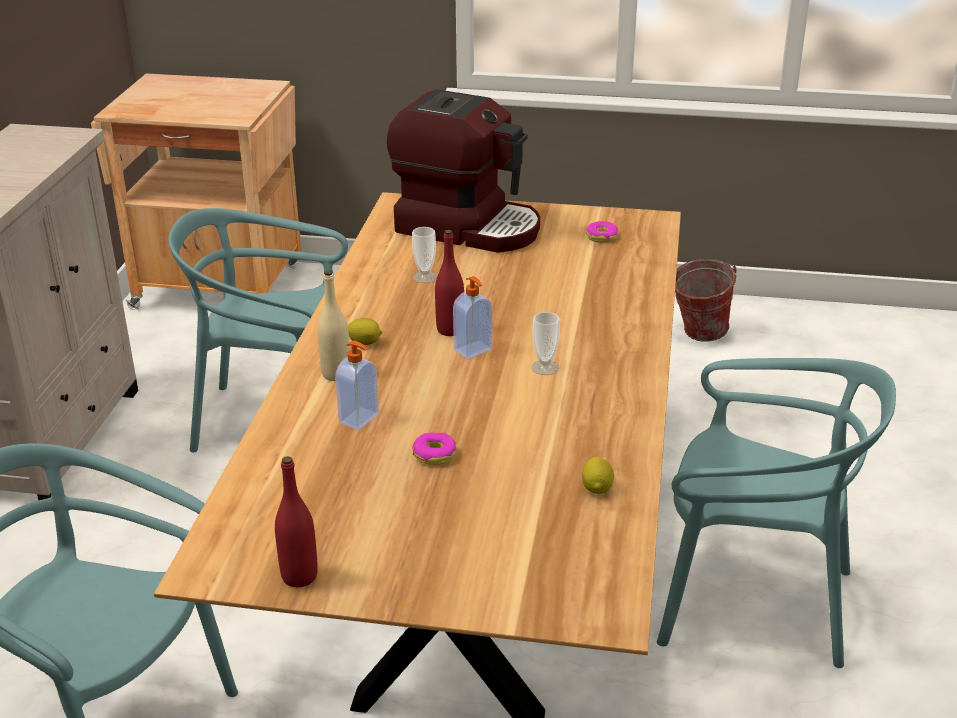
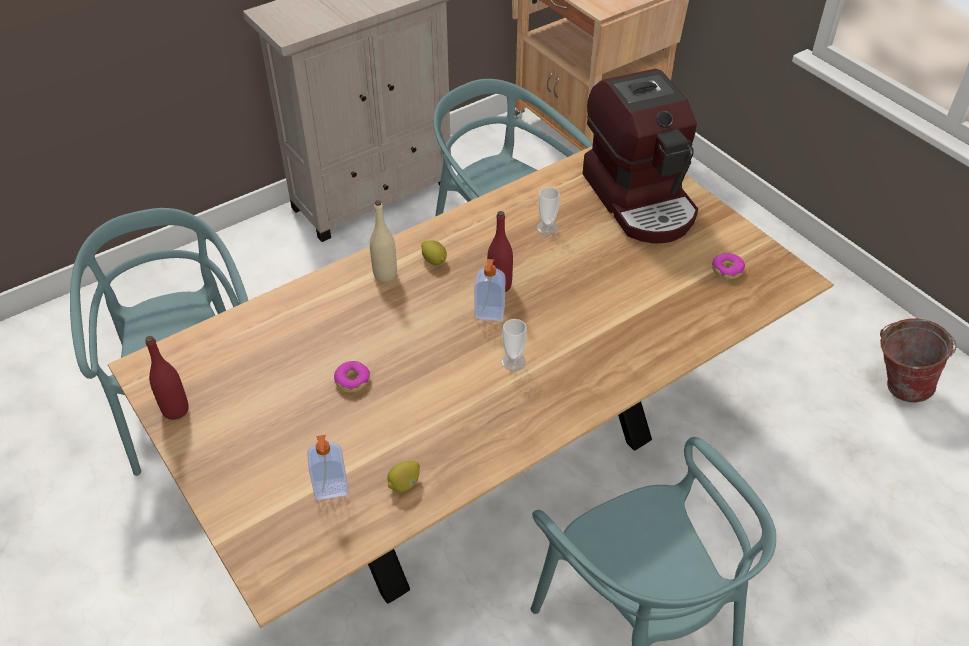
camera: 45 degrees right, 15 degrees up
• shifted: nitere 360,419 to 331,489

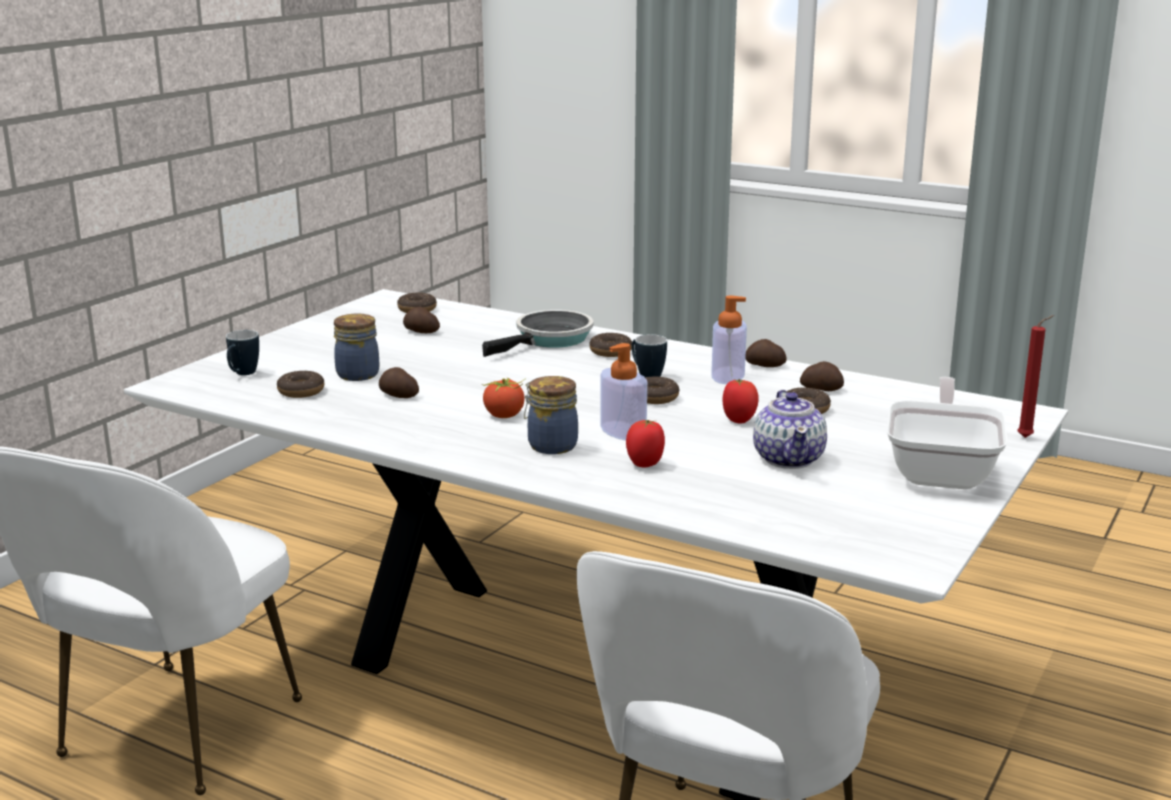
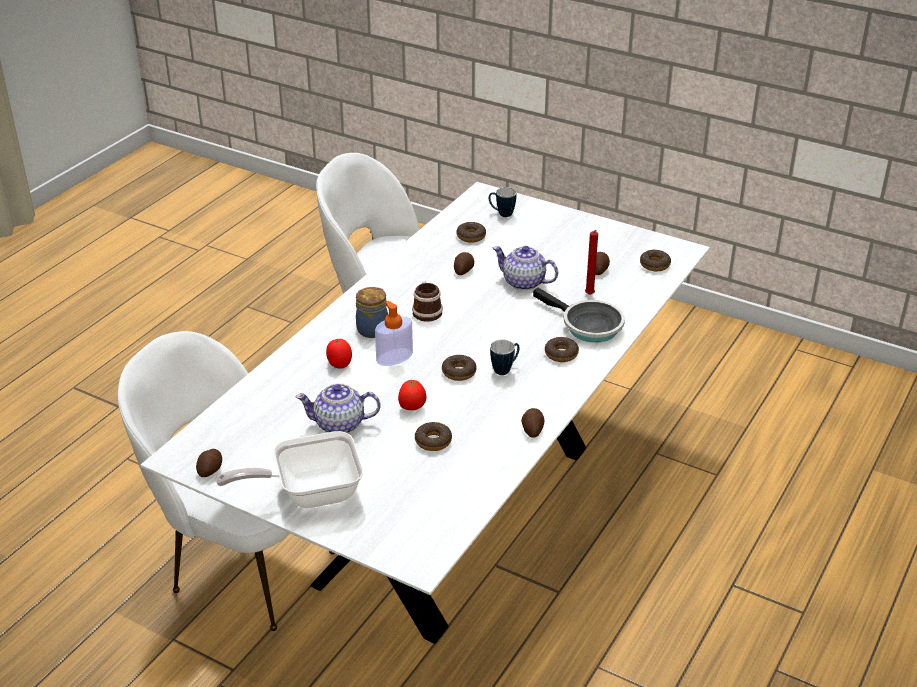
camera: 90 degrees right, 15 degrees up
• gone: nitere 727,376
• gone: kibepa 358,374
• shifted: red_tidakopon 1027,437 to 589,295
• shifted: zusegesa 821,389 to 211,470
• swapped: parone 504,415 to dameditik 426,311
• rotated: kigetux 942,471 = 309,493 150 degrees clockwise
• new: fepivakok 524,283

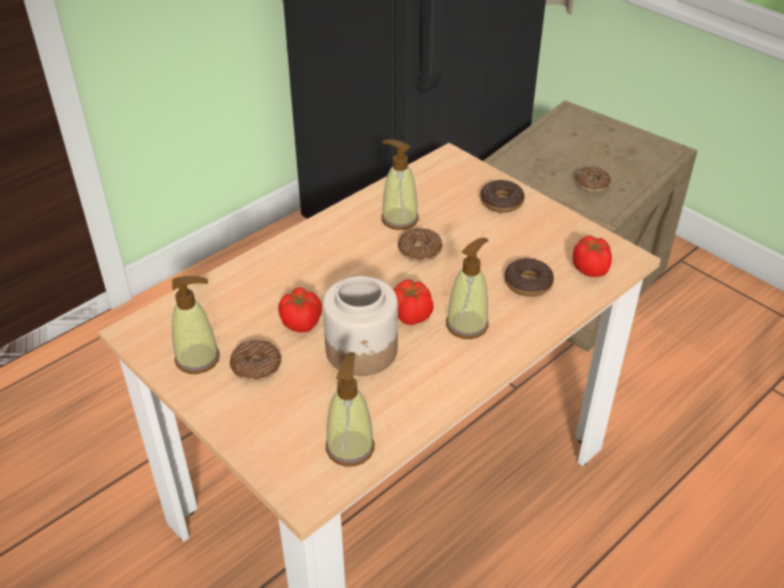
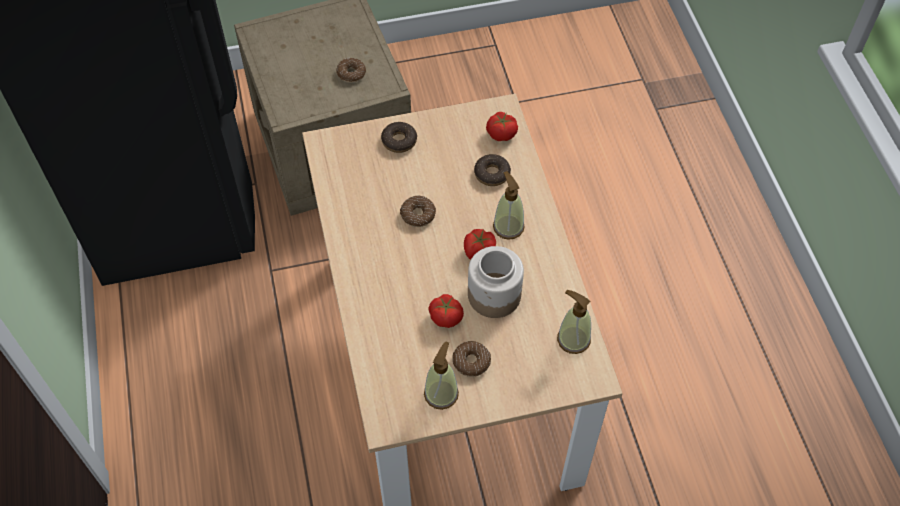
camera: 60 degrees left, 15 degrees up
• gone: nitere 399,219

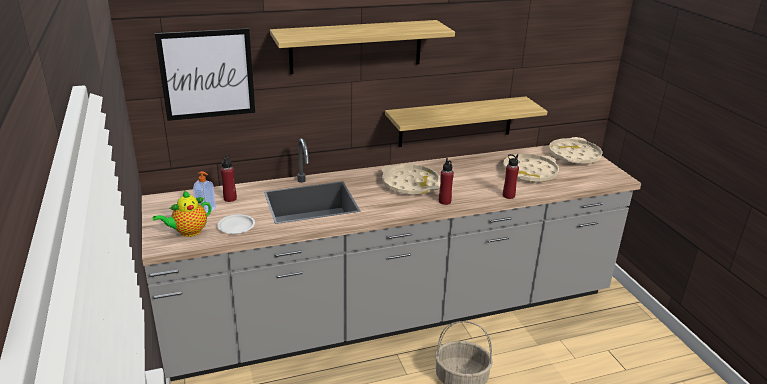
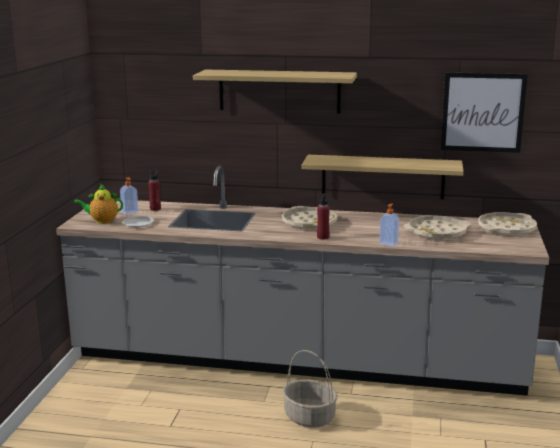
camera: 30 degrees right, 10 degrees down
• shifted: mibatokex 207,74 to 482,112
• swapped: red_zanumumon 508,196 to nitere 389,243

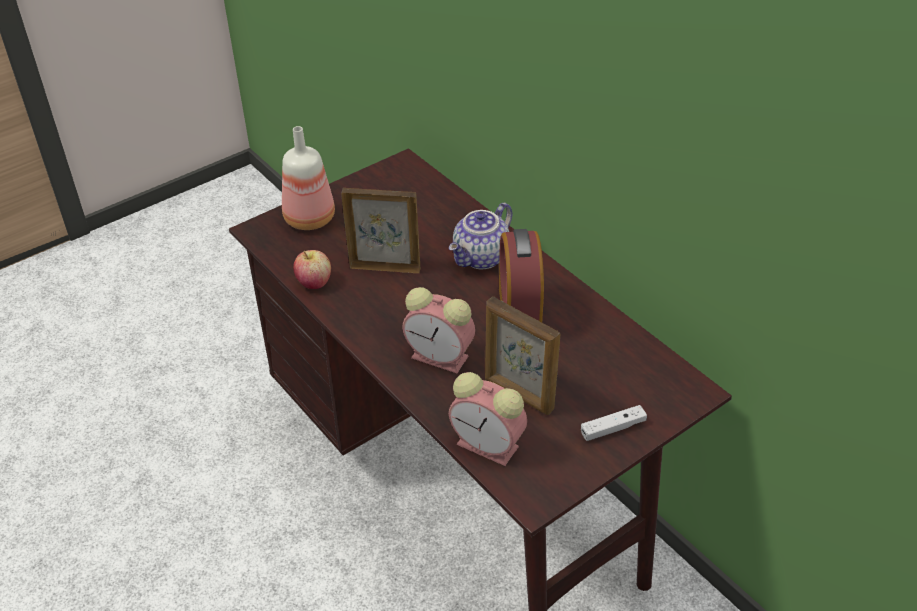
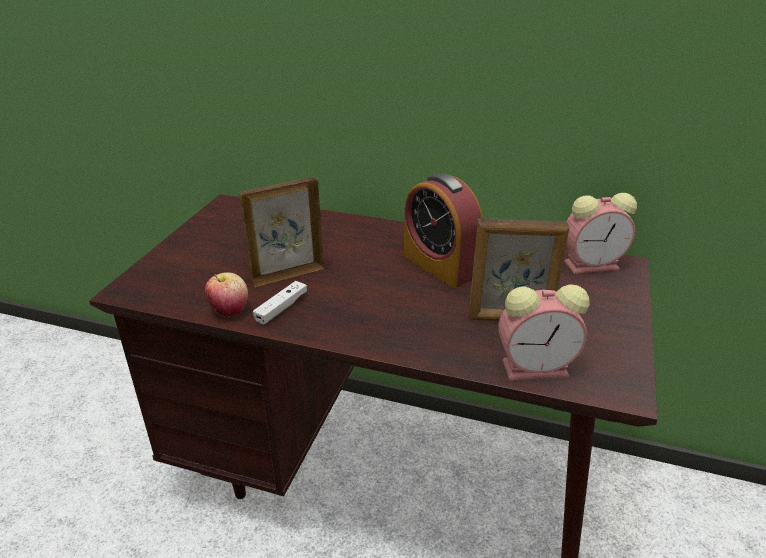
camera: 35 degrees left, 10 degrees down
• gone: zanumumon 311,219
• gone: fepivakok 482,258
• shifted: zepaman 442,357 to 593,264
• shifted: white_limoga 613,428 to 281,308

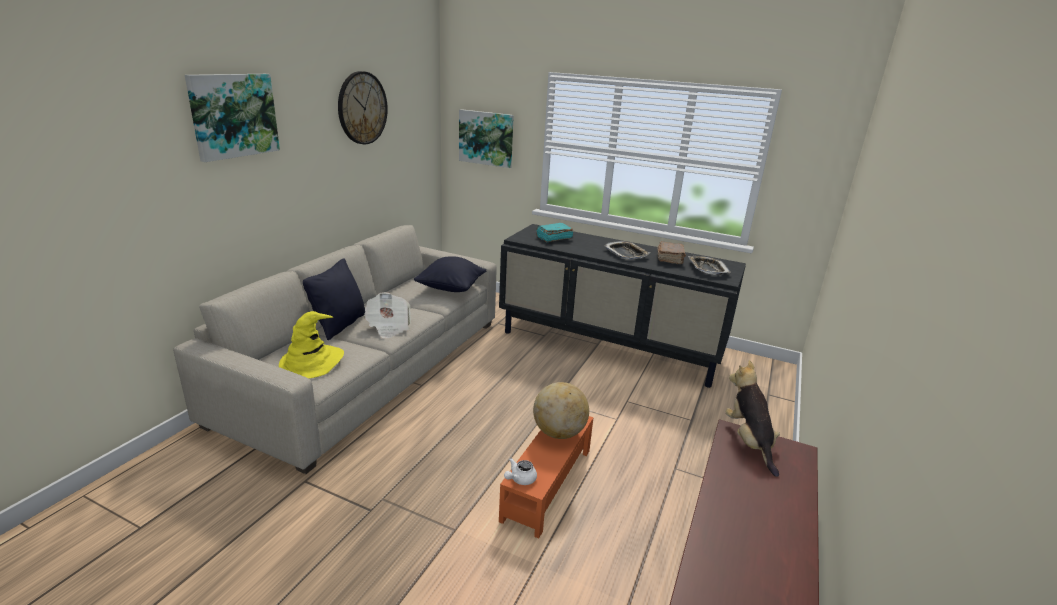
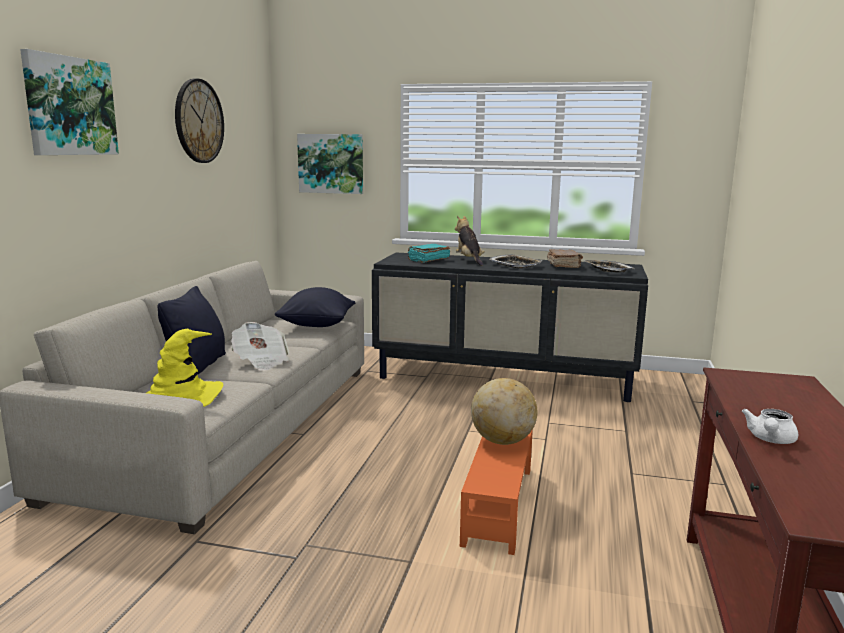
camera: 10 degrees left, 10 degrees down
• shifted: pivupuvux 749,441 to 469,260
• shifted: white_fepivakok 520,479 to 770,440

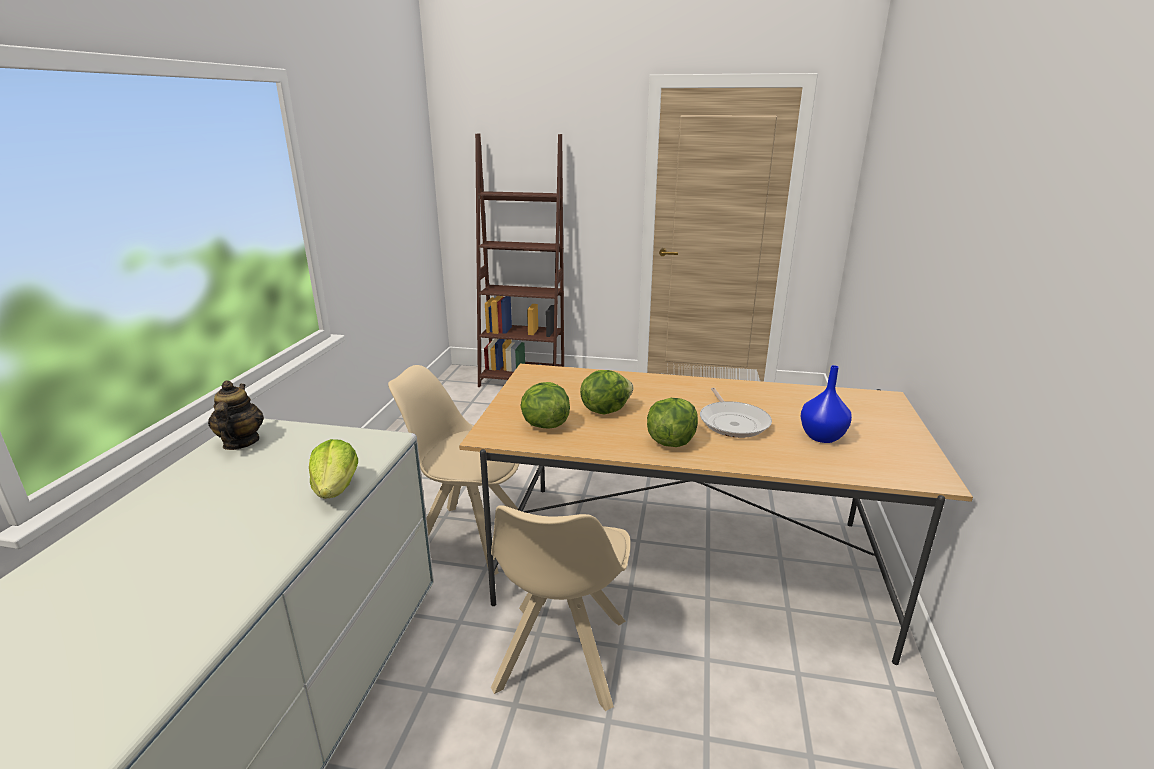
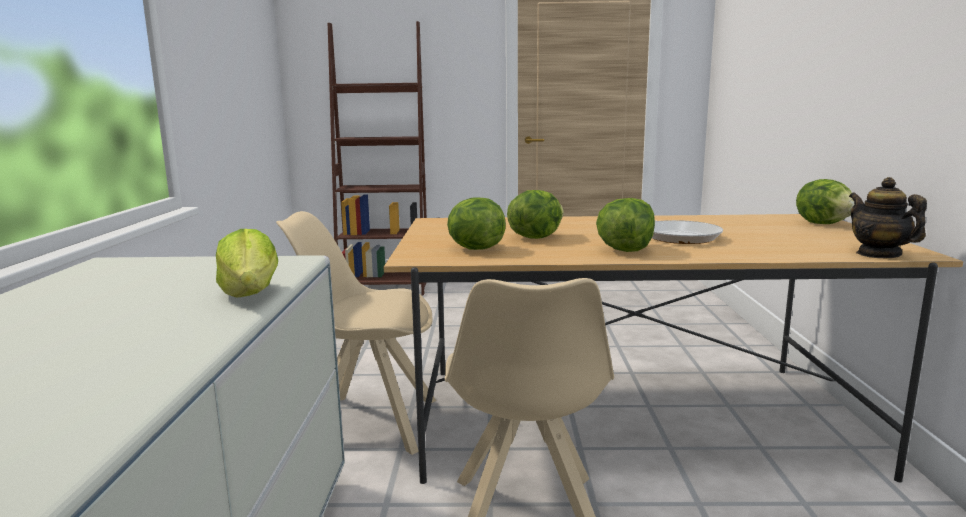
camera: 10 degrees left, 10 degrees down
• gone: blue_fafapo 821,436
• shifted: fepivakok 240,442 to 878,254
• new: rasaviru 824,224

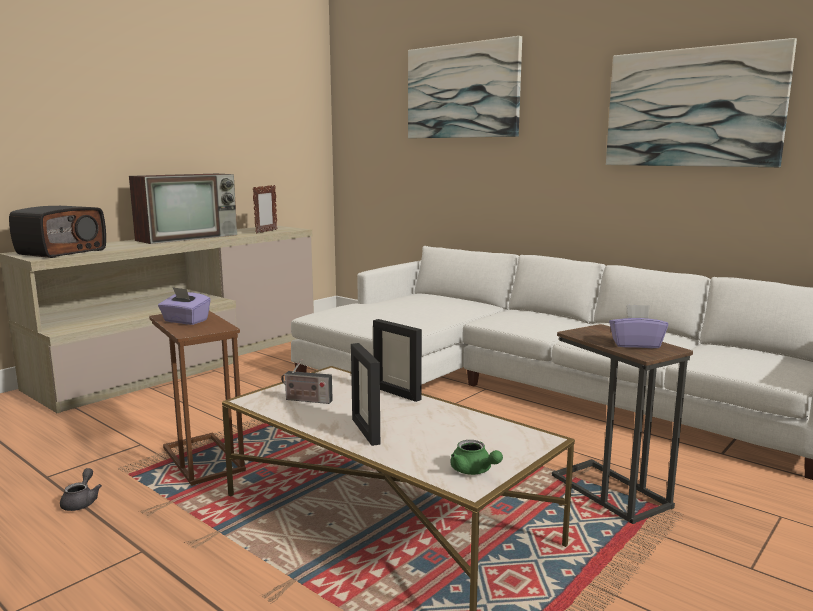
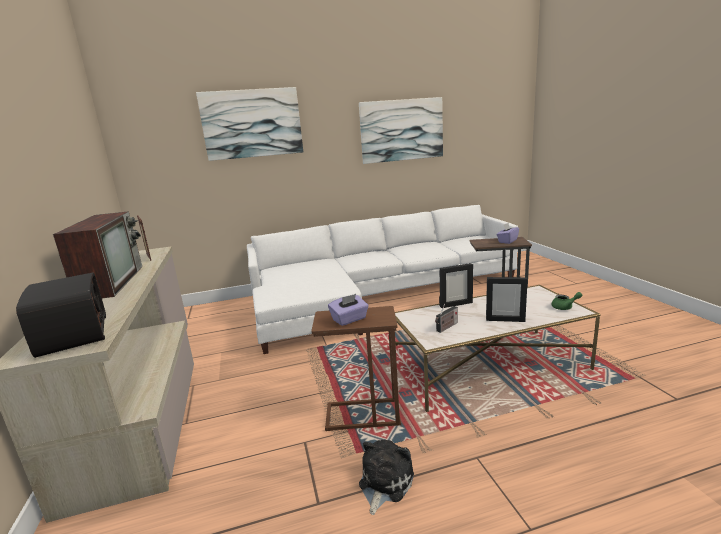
camera: 55 degrees left, 5 degrees up
• swapped: grey_fepivakok 81,502 to pivupuvux 384,483

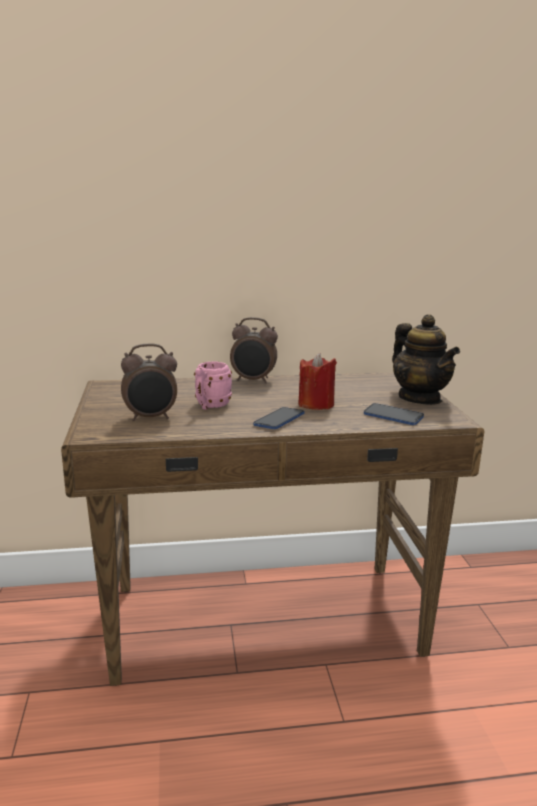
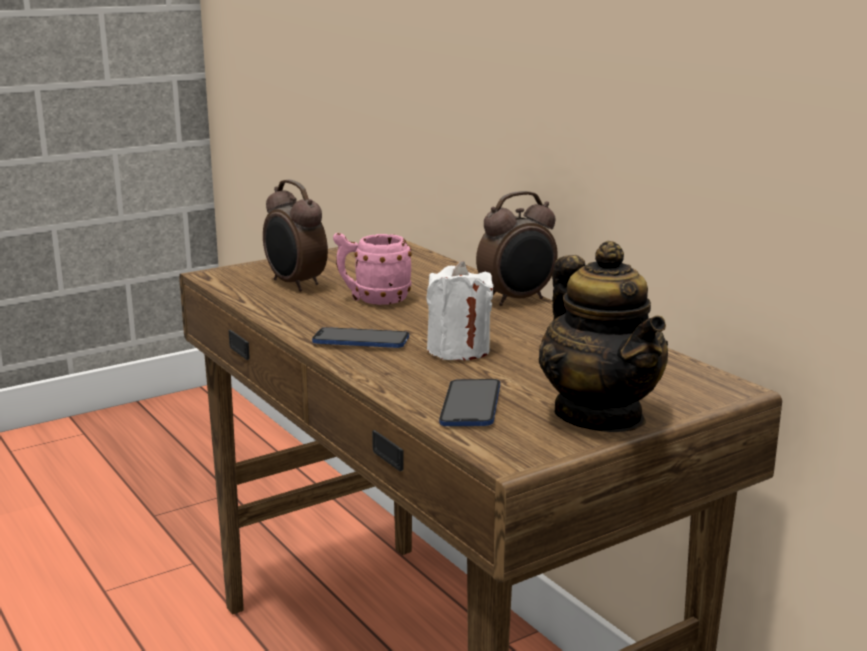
camera: 65 degrees right, 0 degrees up
• rotated: fepivakok 420,398 = 600,415 60 degrees counterclockwise
• rotated: zepaman 253,380 = 517,300 105 degrees counterclockwise
• repainted: red_tidakopon 316,404 to white_tidakopon 458,350

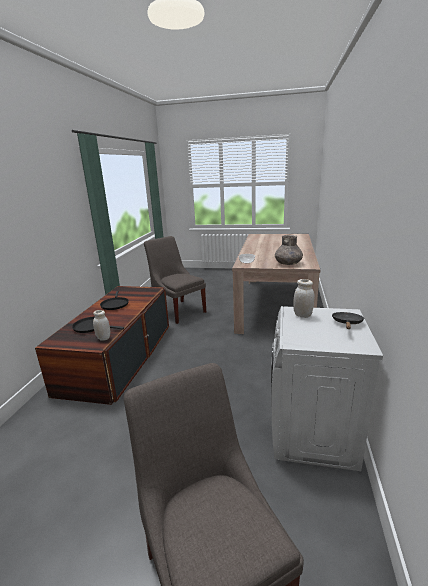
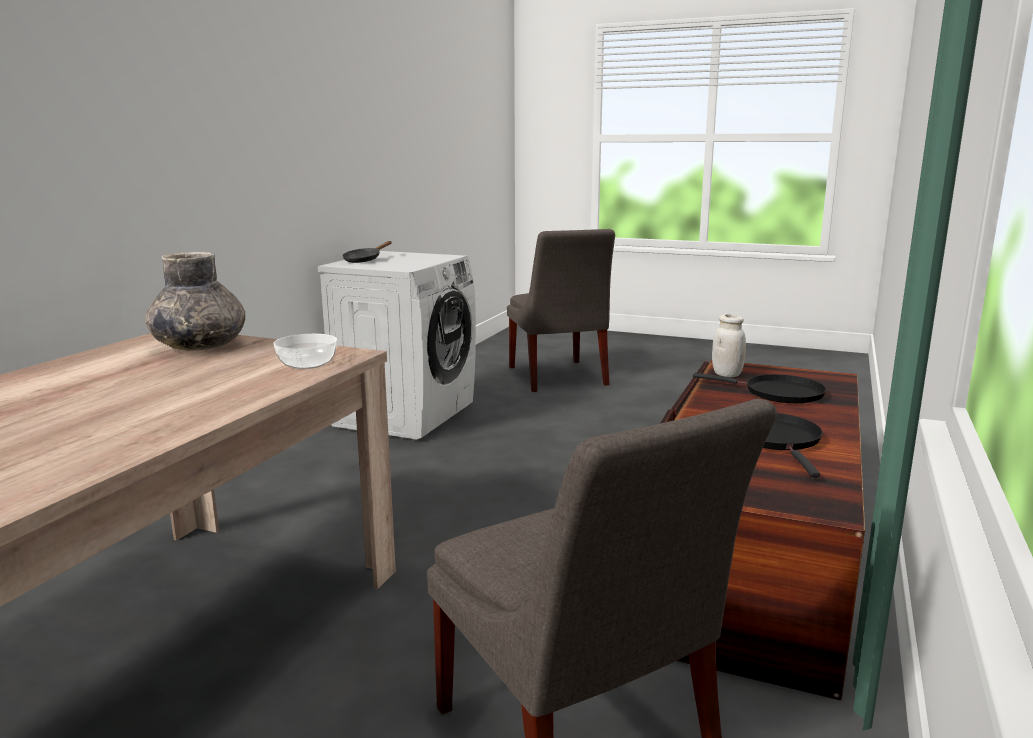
camera: 170 degrees left, 5 degrees down
• gone: white_kibepa 302,315

